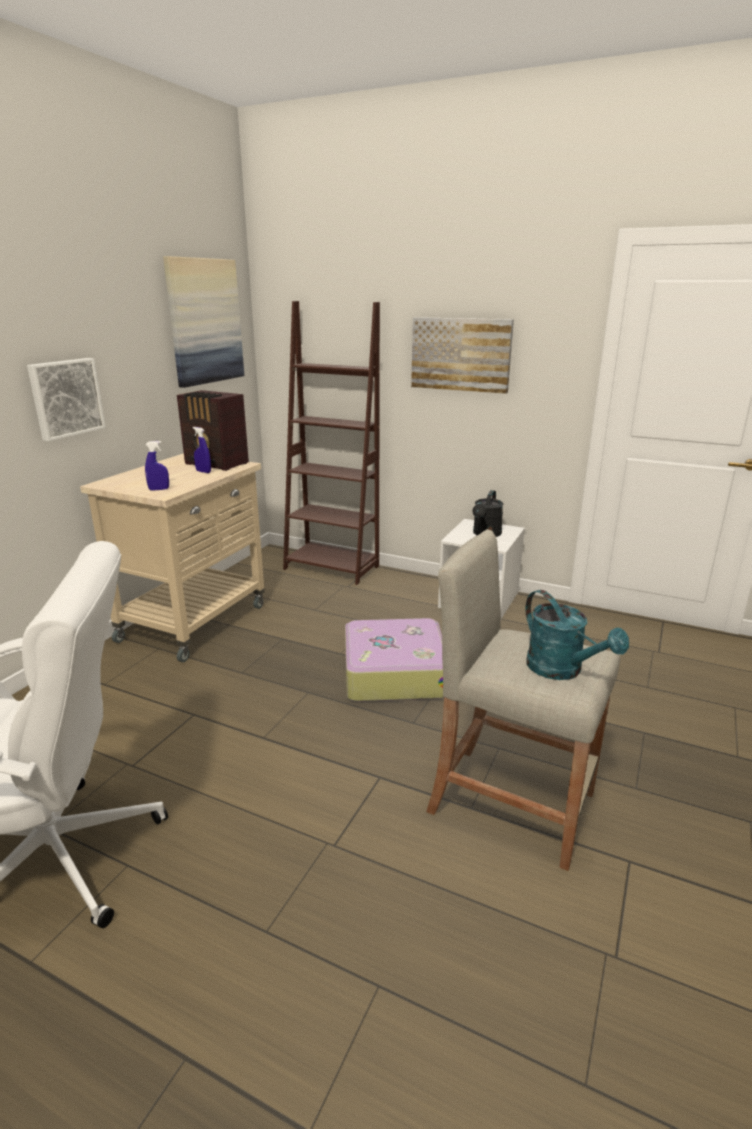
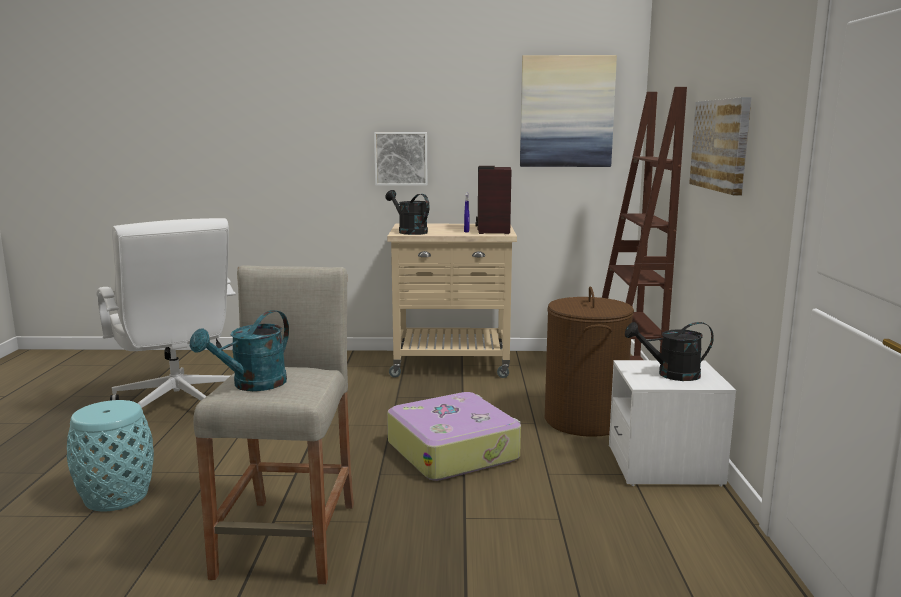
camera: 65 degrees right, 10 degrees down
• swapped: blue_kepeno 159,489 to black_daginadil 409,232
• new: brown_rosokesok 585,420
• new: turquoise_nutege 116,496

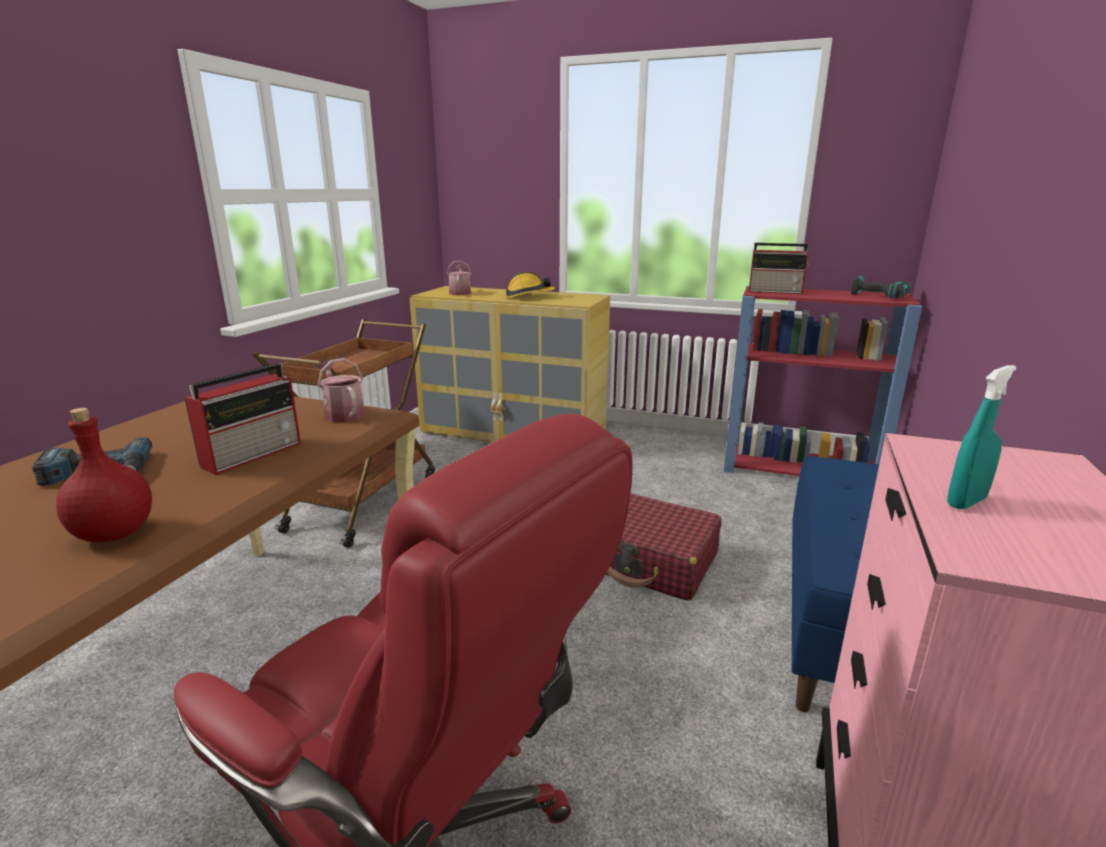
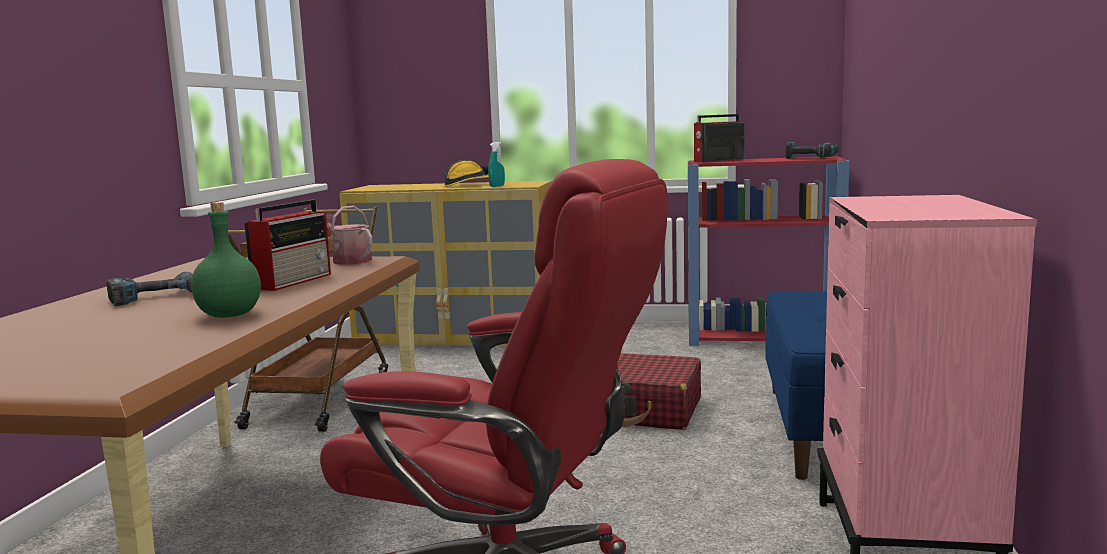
camera: 10 degrees left, 10 degrees down
• rotated: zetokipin 776,292 = 718,161 150 degrees clockwise
• gone: daginadil 460,293
• shifted: turquoise_kepeno 966,502 to 497,186
• repainted: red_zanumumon 113,533 to green_zanumumon 228,315

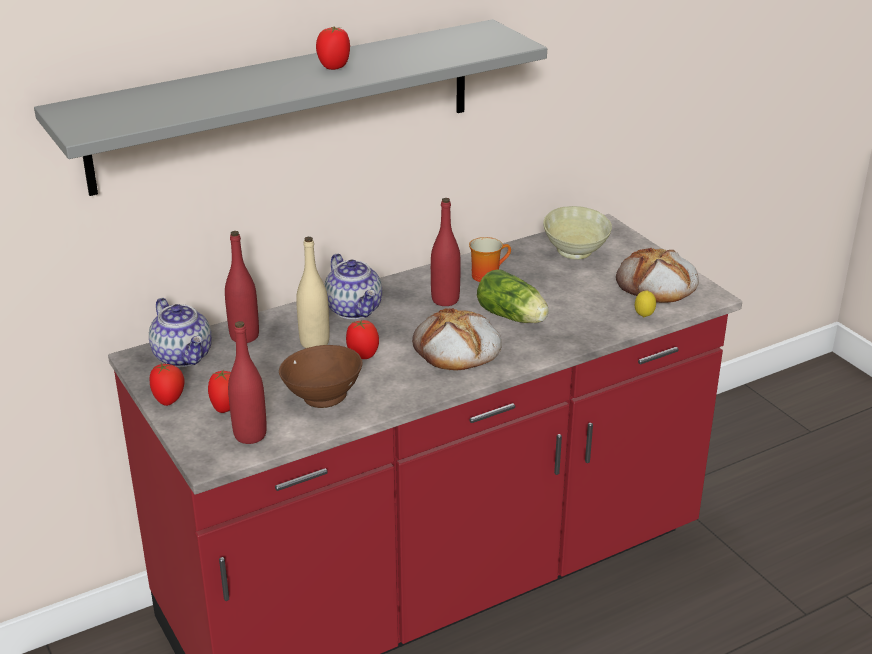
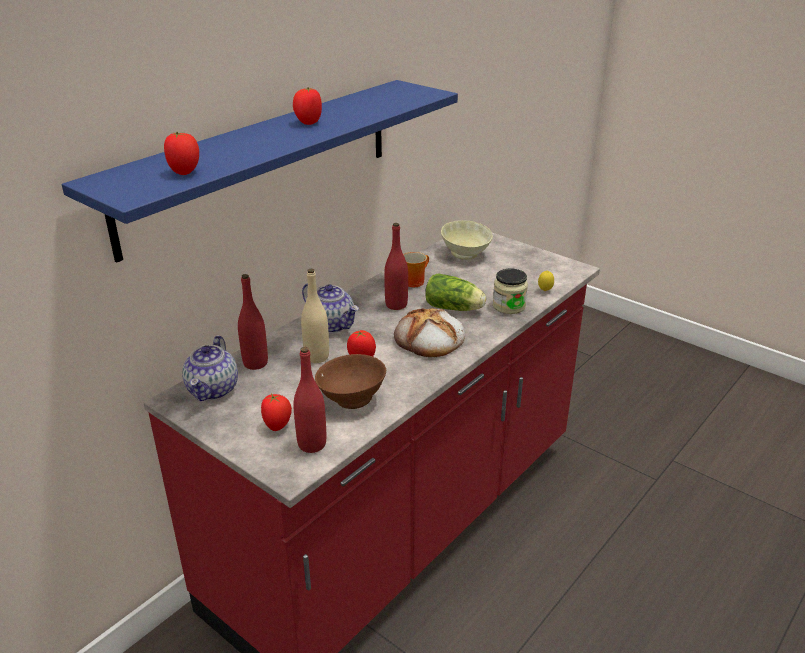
camera: 20 degrees left, 0 degrees up
• repainted: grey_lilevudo 285,105 to blue_lilevudo 262,162
• gone: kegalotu 657,284
• rotated: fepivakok 184,356 = 213,390 60 degrees clockwise
• shifted: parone 169,400 to 185,172
• new: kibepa 509,306

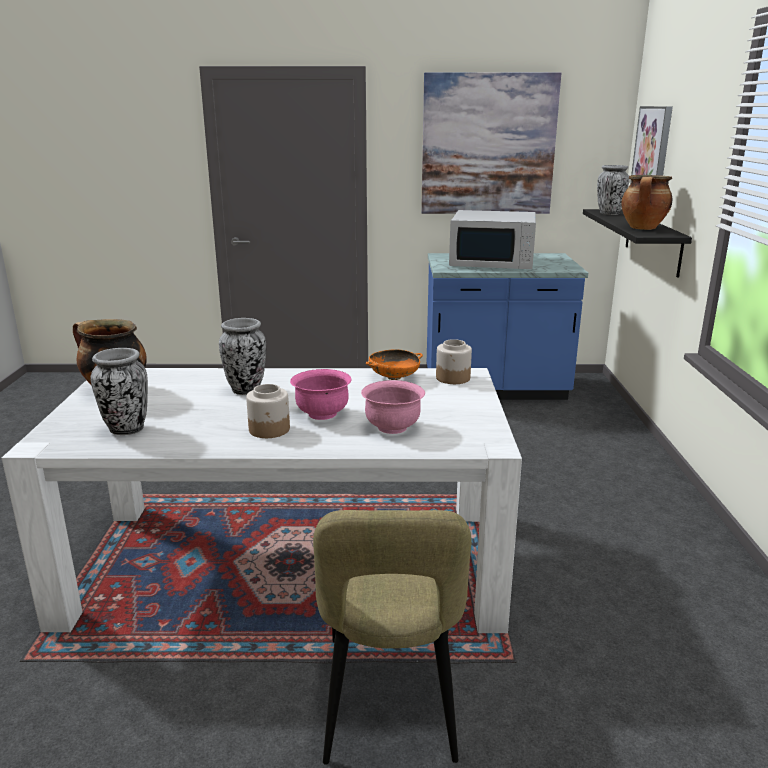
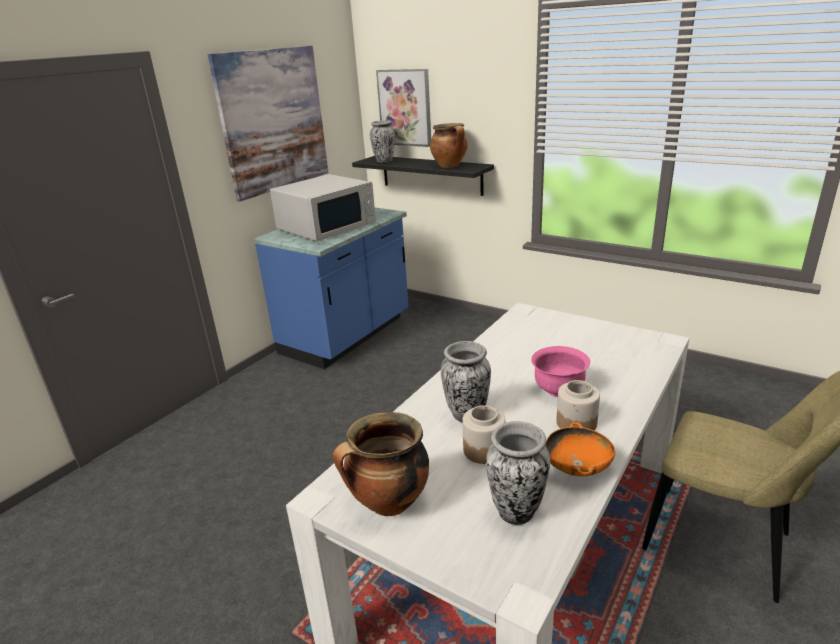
camera: 55 degrees left, 5 degrees up
• shifted: kibepa 453,378 to 484,450
• shifted: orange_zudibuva 394,378 to 577,467
• gone: pink_zudibuva 393,427

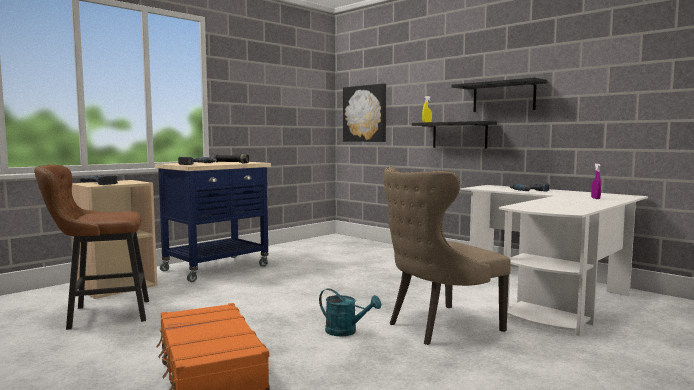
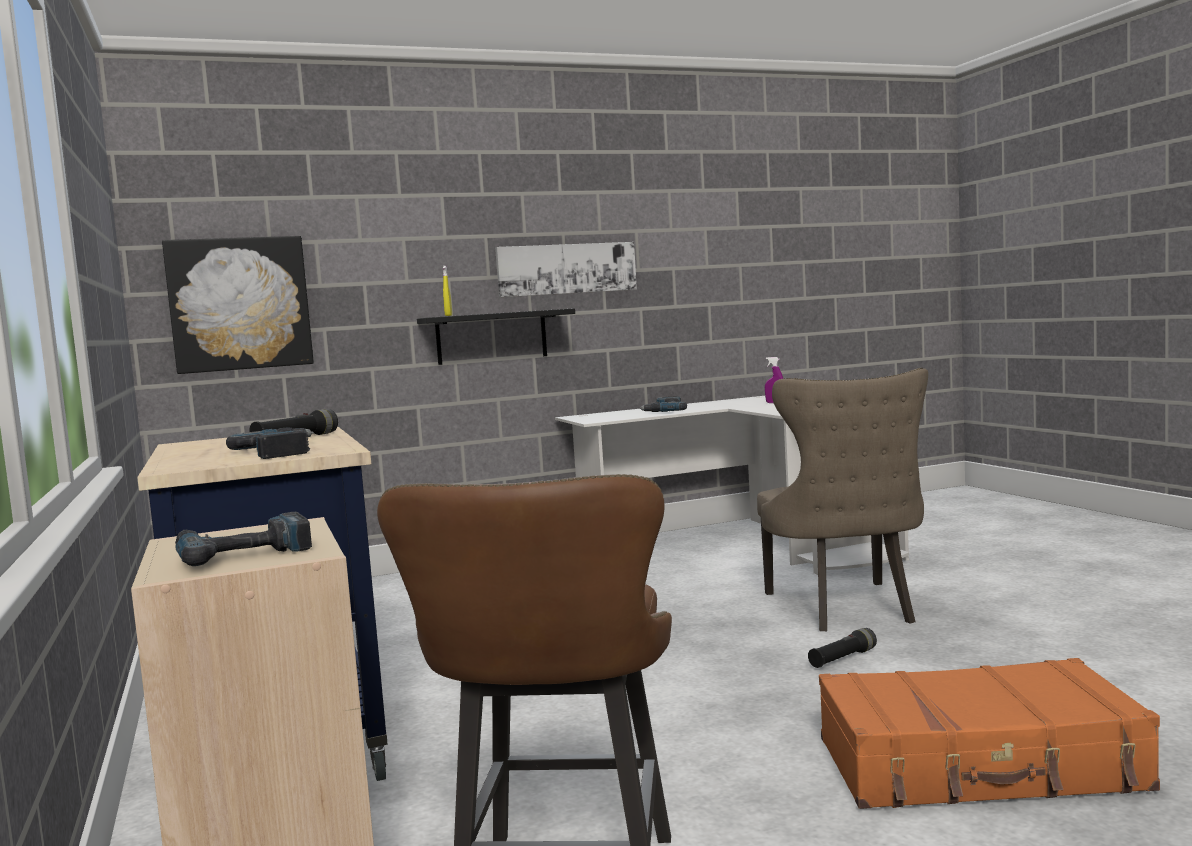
camera: 65 degrees left, 0 degrees up
• swapped: black_lilevudo 503,97 to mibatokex 566,269
• swapped: turquoise_daginadil 346,331 to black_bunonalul 842,658

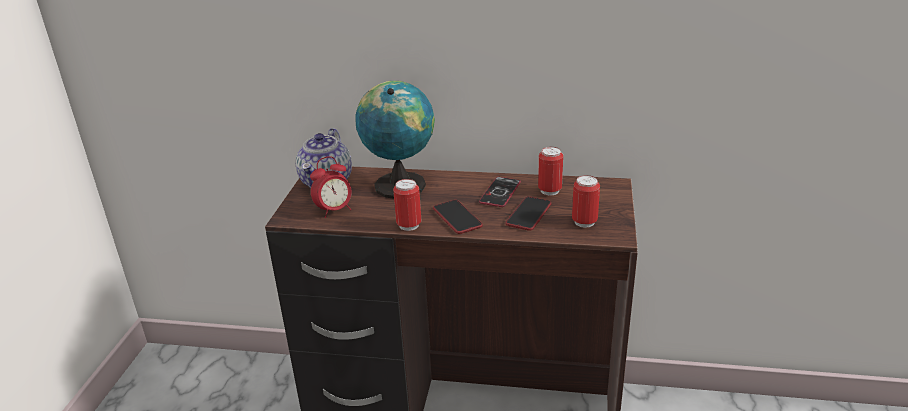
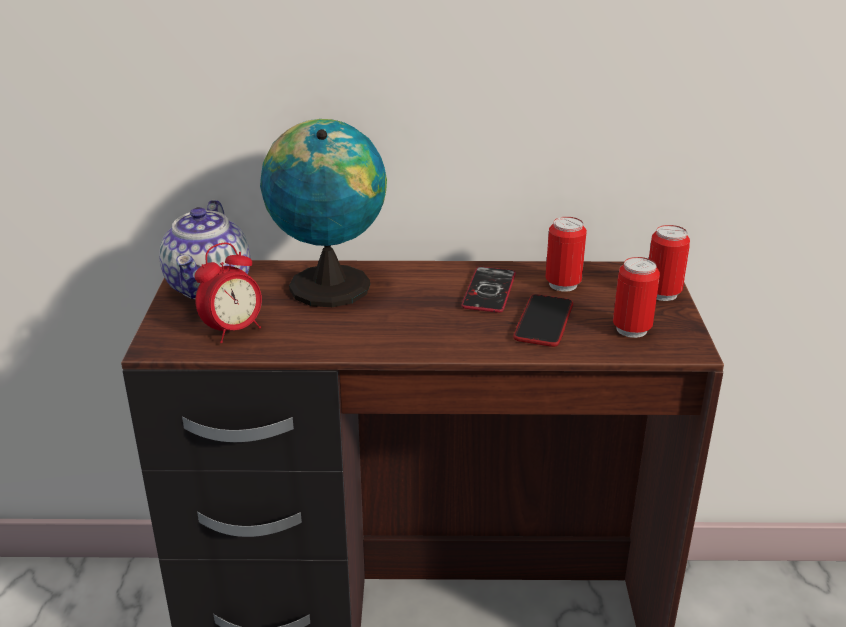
camera: 10 degrees left, 0 degrees up
• shifted: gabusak 409,225 to 662,294
• gone: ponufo 457,218

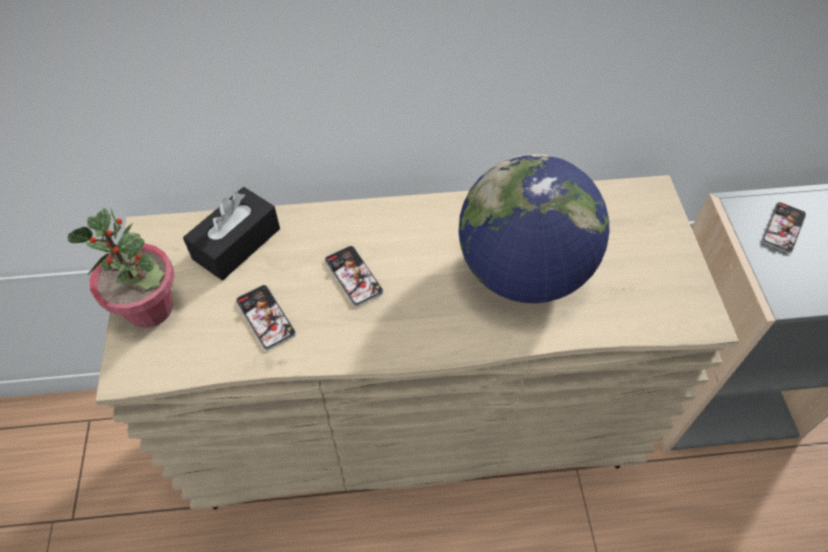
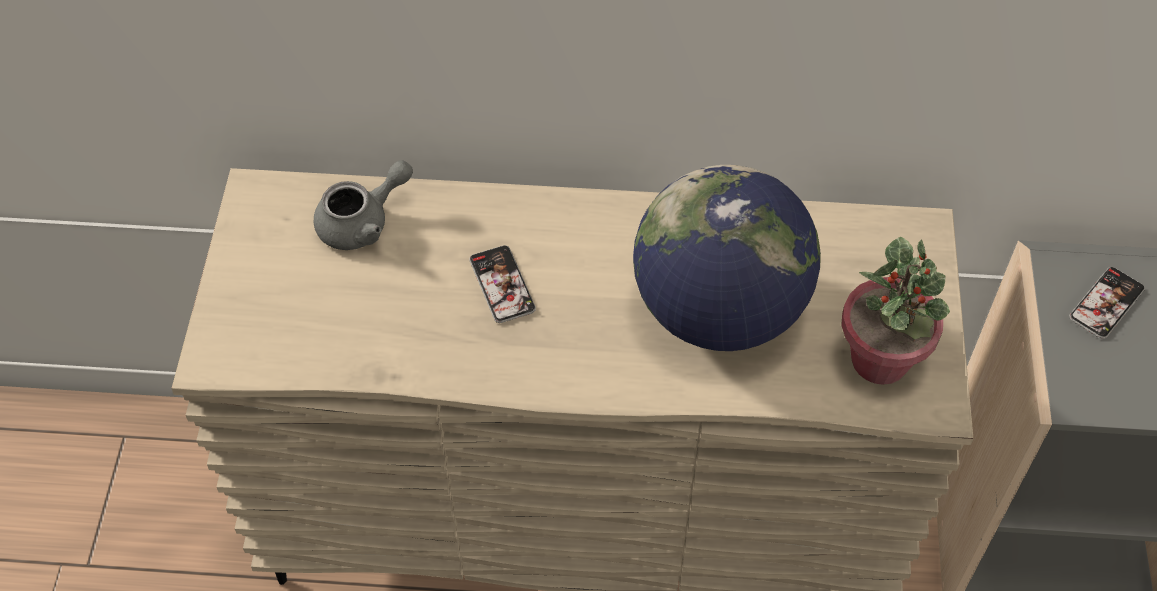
camera: 10 degrees right, 0 degrees up
• swapped: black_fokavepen 237,244 to grey_fepivakok 363,222
• shifted: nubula 150,309 to 880,360
• gone: ponufo 266,317

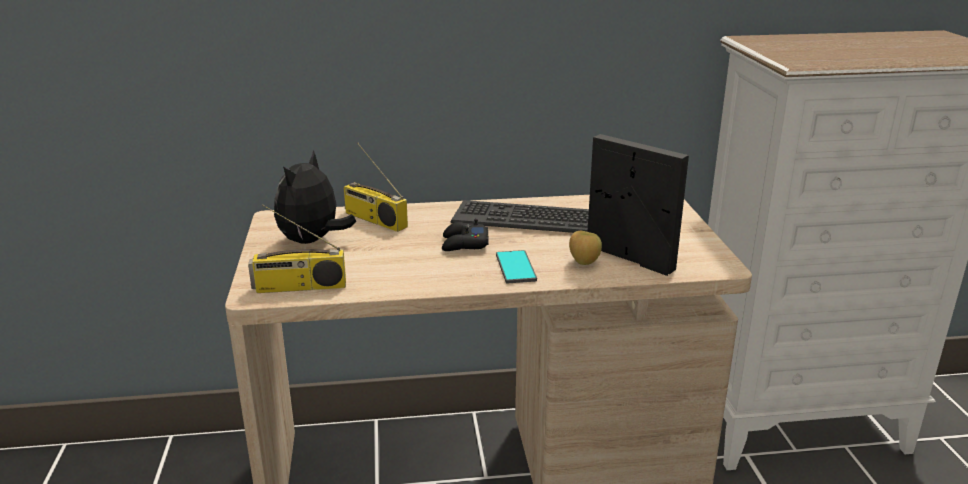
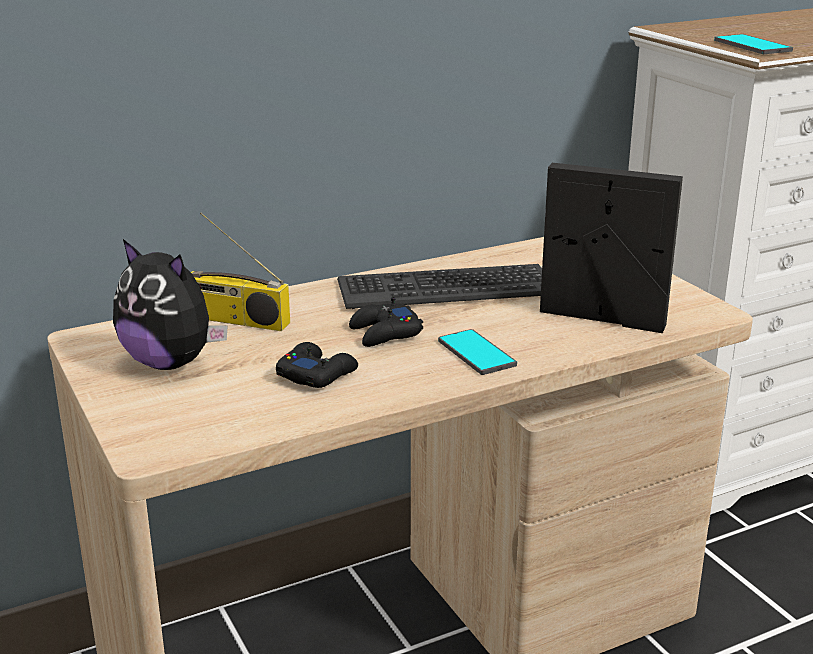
camera: 20 degrees left, 0 degrees up
• rotated: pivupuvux 312,241 = 171,362 60 degrees counterclockwise
• gone: zetokipin 299,287
• gone: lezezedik 583,263
• new: ponufo 752,46
• new: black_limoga 316,374

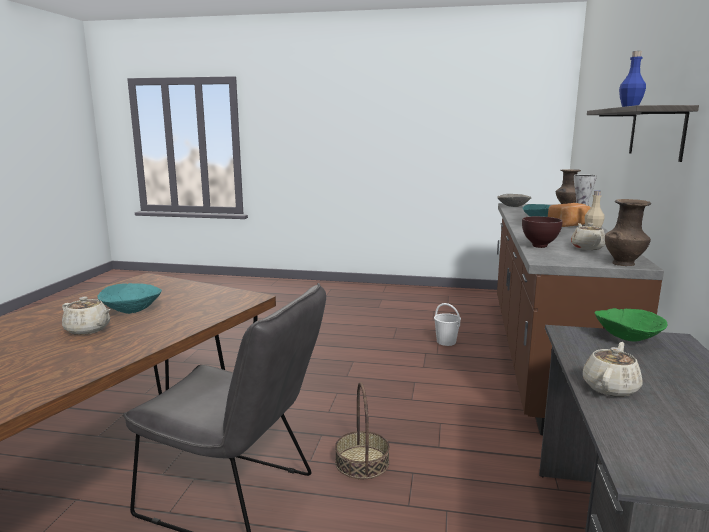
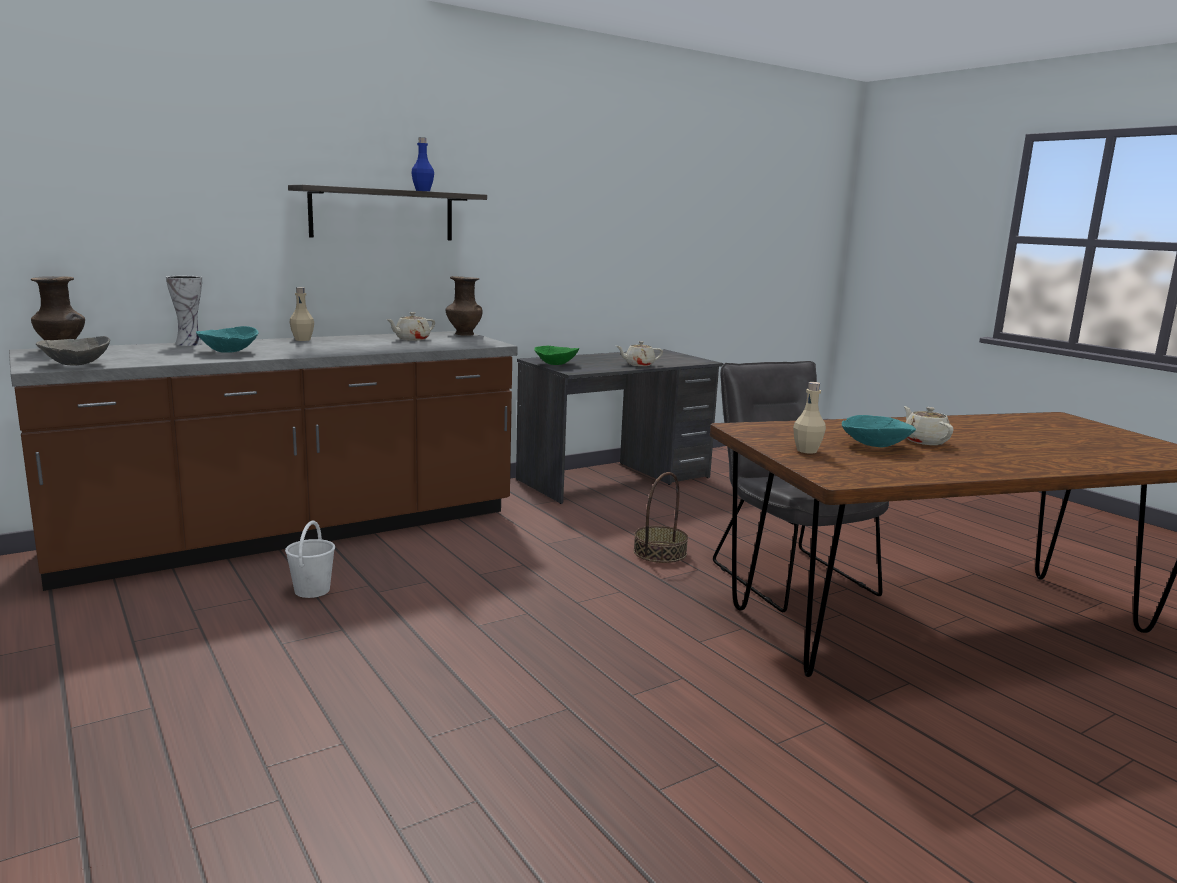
camera: 135 degrees left, 0 degrees up
• gone: kegalotu 569,225
• gone: brown_zudibuva 538,246
• new: beige_zanumumon 807,451

